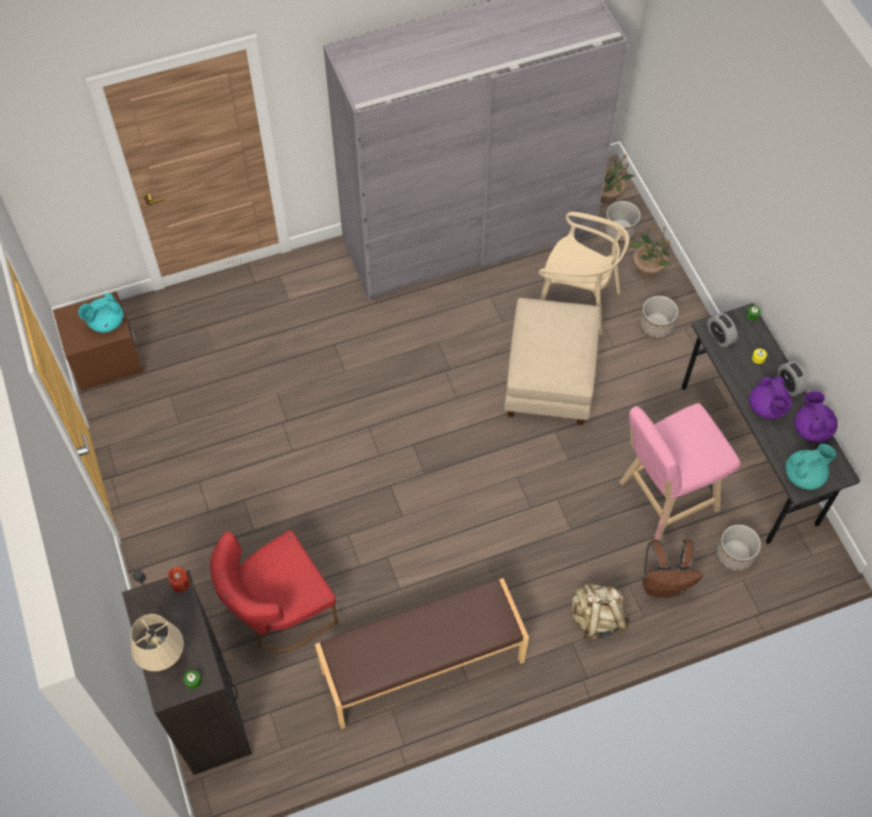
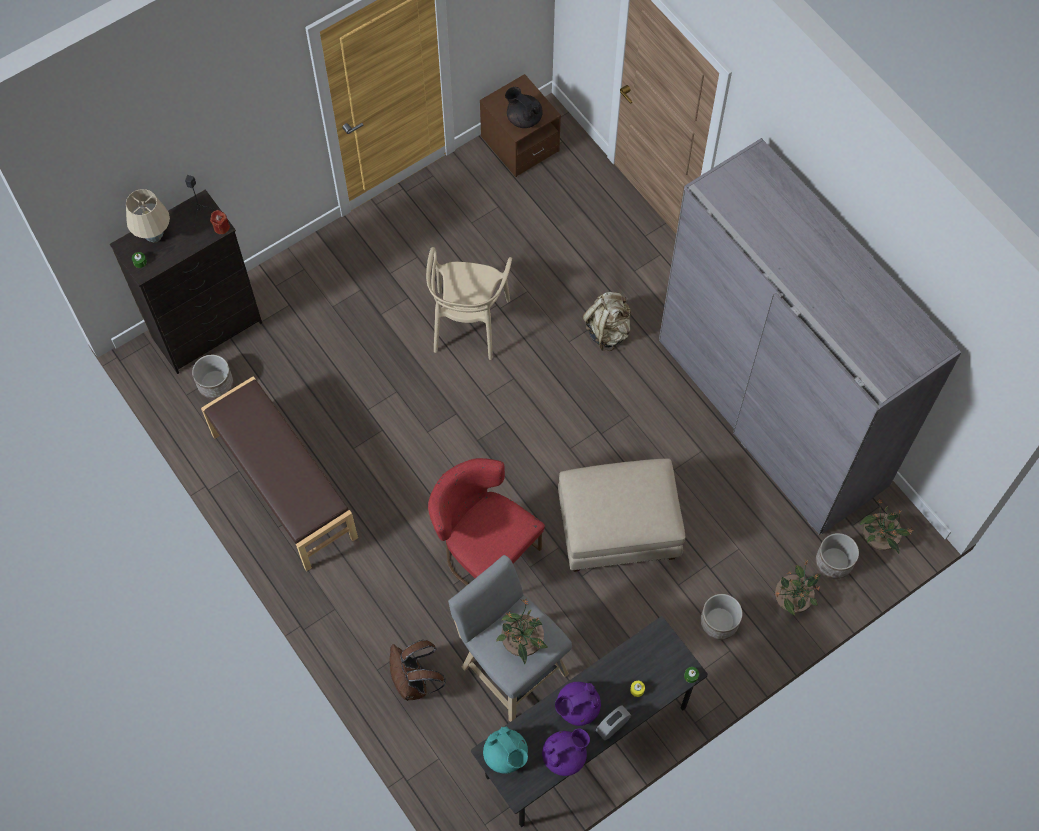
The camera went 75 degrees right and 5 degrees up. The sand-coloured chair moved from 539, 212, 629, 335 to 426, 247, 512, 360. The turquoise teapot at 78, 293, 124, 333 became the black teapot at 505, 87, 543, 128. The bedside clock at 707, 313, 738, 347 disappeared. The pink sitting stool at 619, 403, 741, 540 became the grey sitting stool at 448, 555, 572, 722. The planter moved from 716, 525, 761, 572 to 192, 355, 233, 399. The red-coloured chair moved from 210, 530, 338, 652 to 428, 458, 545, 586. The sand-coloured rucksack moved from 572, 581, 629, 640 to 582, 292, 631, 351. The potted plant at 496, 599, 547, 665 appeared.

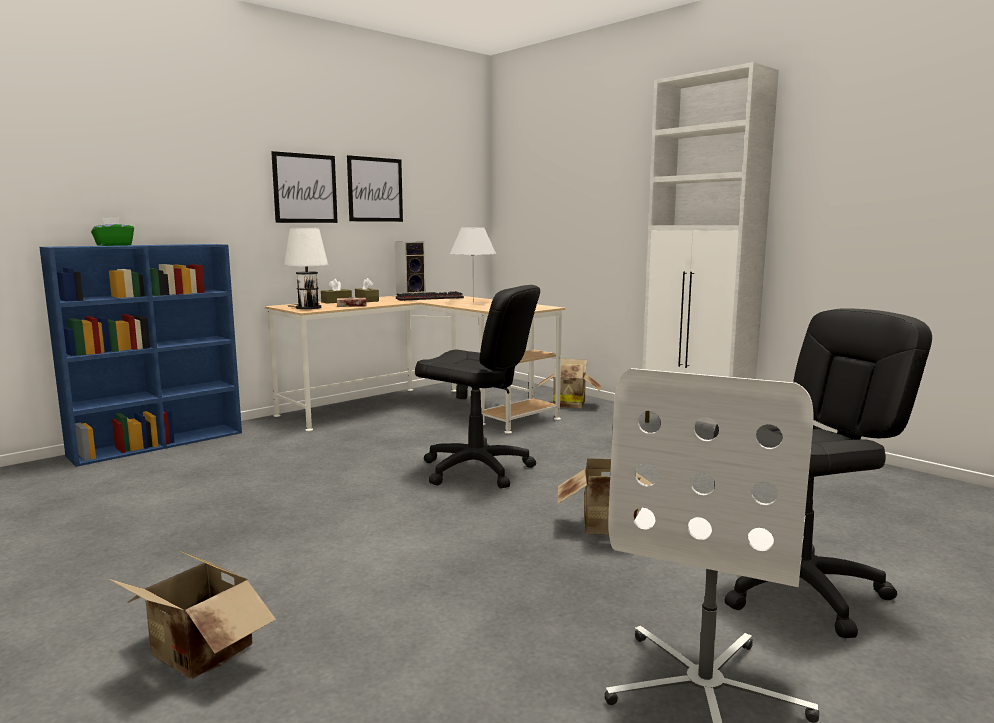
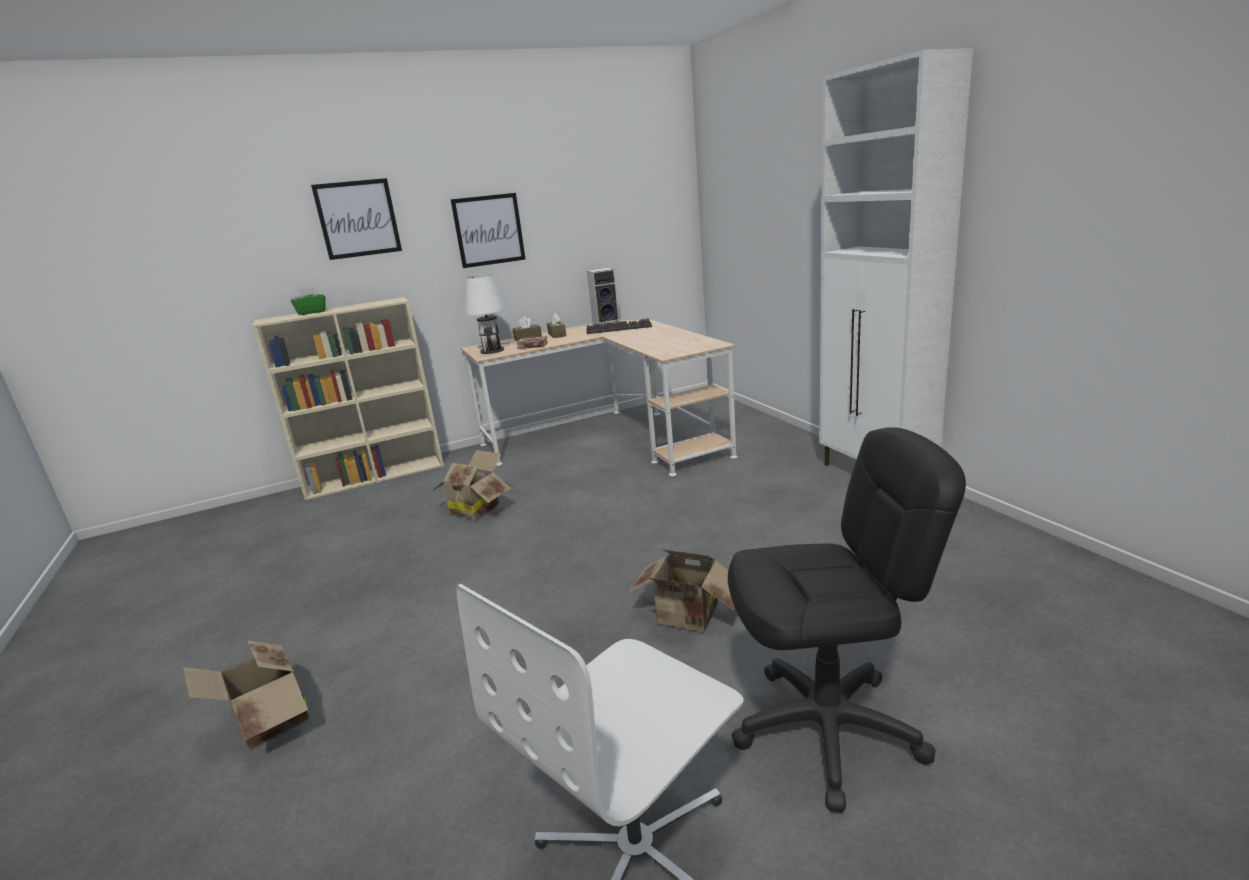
The camera went 20 degrees right and 10 degrees up. The wall picture moved from 347, 155, 403, 222 to 311, 178, 402, 260. The white-coloured table lamp at 450, 227, 496, 303 disappeared. The blue shelving unit at 39, 244, 242, 467 became the sand-coloured shelving unit at 252, 297, 444, 500. The black desk chair at 415, 285, 540, 489 disappeared. The packing box moved from 537, 359, 602, 408 to 432, 450, 510, 520.

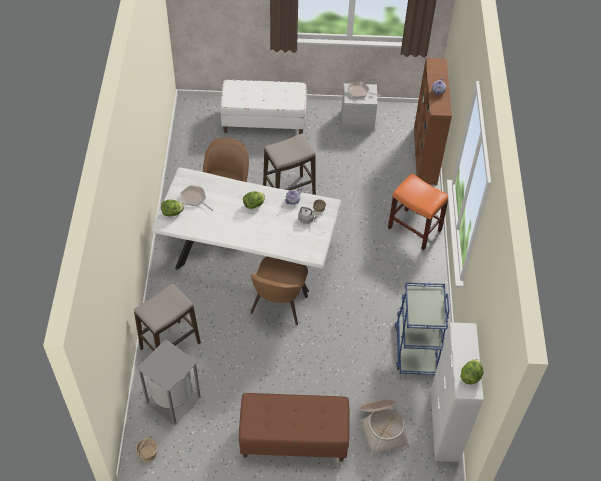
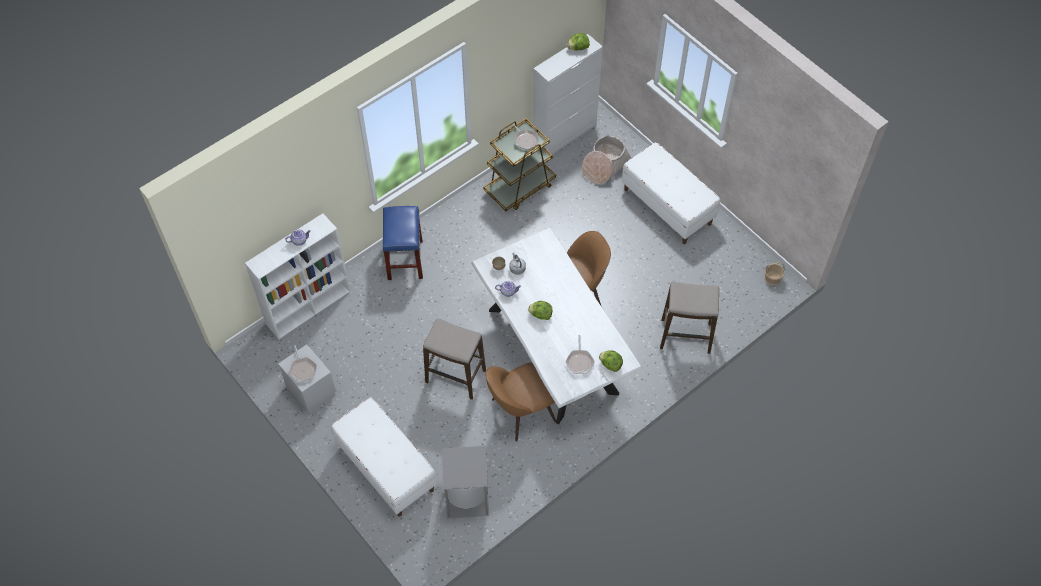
The camera went 130 degrees left and 5 degrees up. The brown shelving unit at 414, 58, 452, 185 became the white-coloured shelving unit at 245, 213, 351, 339. The orangey sitting stool at 388, 173, 448, 250 became the blue sitting stool at 383, 206, 423, 280. The blue cart at 395, 282, 449, 375 became the brown cart at 484, 118, 556, 211. The grey rubbish bin moved from 137, 339, 202, 426 to 441, 446, 489, 519. The brown indoor bench at 239, 393, 349, 461 became the white-coloured indoor bench at 622, 142, 720, 244. The frying pan at 511, 121, 539, 150 appeared.

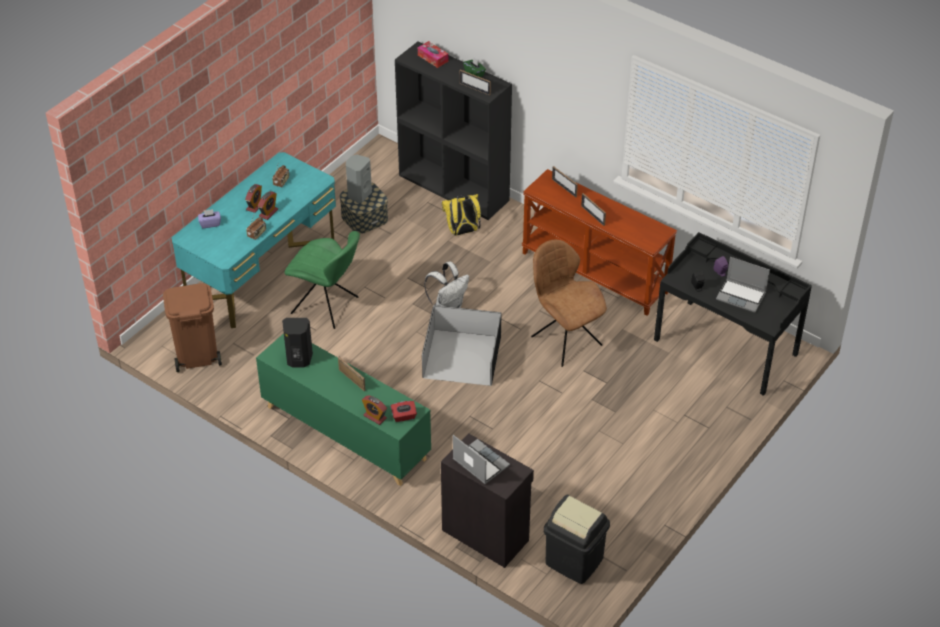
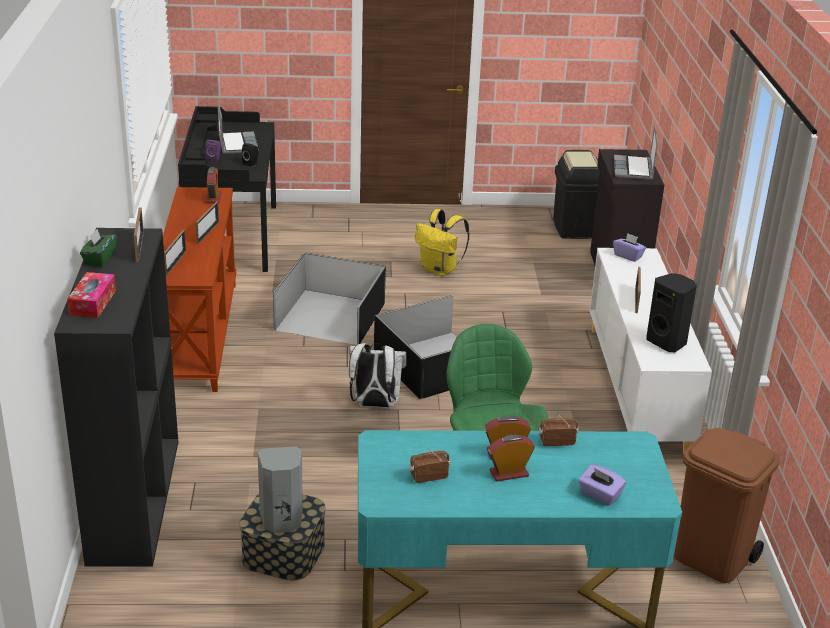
The camera went 130 degrees left and 15 degrees down. The yellowish rucksack moved from 441, 194, 481, 235 to 415, 209, 469, 276. The brown chair at 531, 240, 607, 367 was replaced by the black storage bin at 273, 253, 386, 345. The green-coloured cabinet at 256, 333, 431, 486 became the white-coloured cabinet at 590, 248, 712, 454. The bedside clock moved from 362, 396, 387, 425 to 205, 167, 222, 203. The red-coloured tissue holder at 390, 401, 417, 422 became the purple tissue holder at 613, 233, 646, 262.

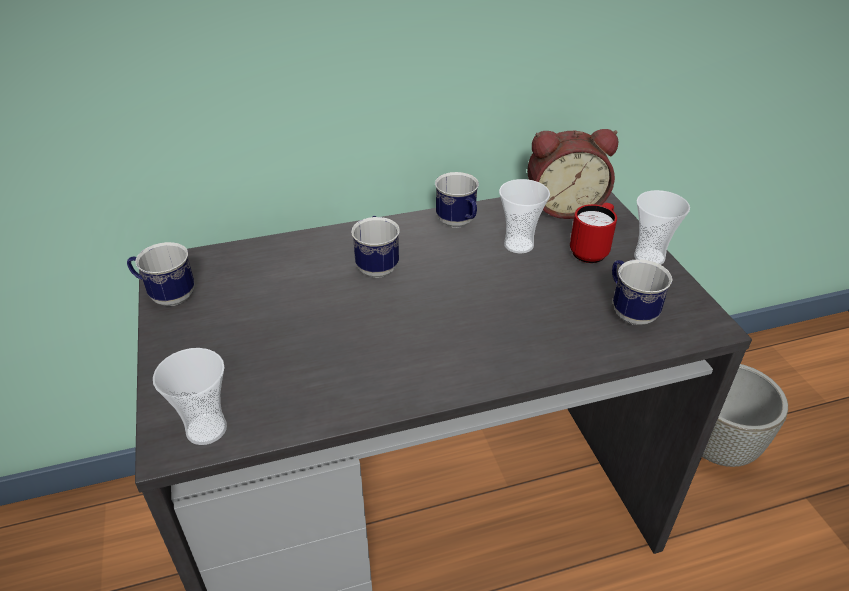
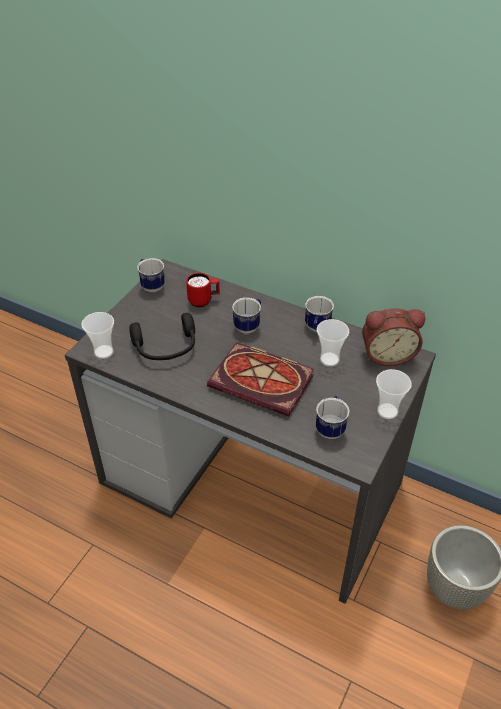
The camera went 45 degrees right and 5 degrees up. The bedside clock at 527, 129, 618, 219 turned 45 degrees counterclockwise. The red-coloured tea mug moved from 570, 203, 617, 263 to 186, 273, 220, 307. The black headphones at 129, 313, 195, 360 appeared. The bound book at 207, 342, 314, 417 appeared.

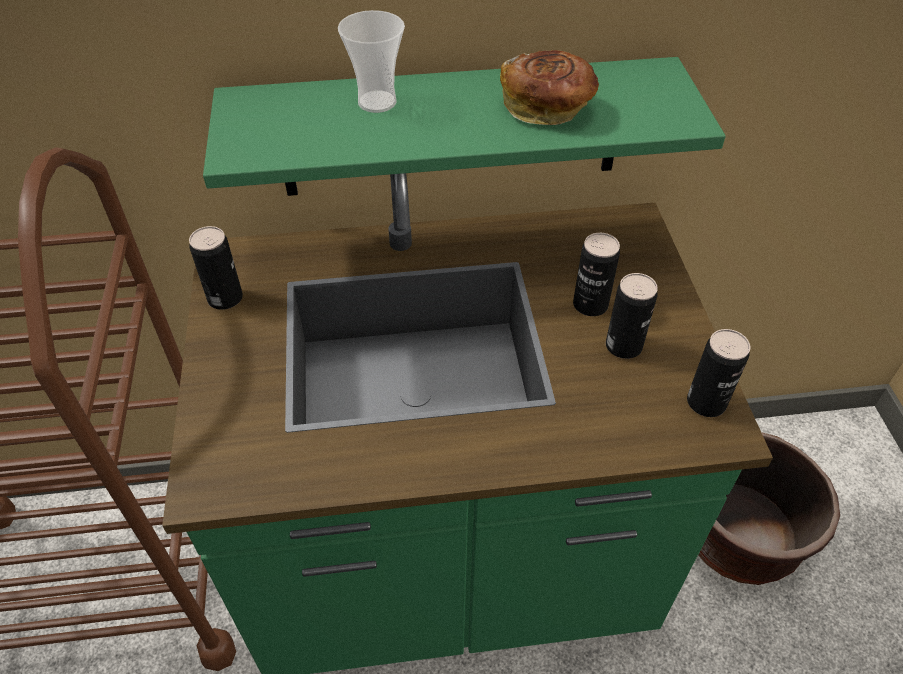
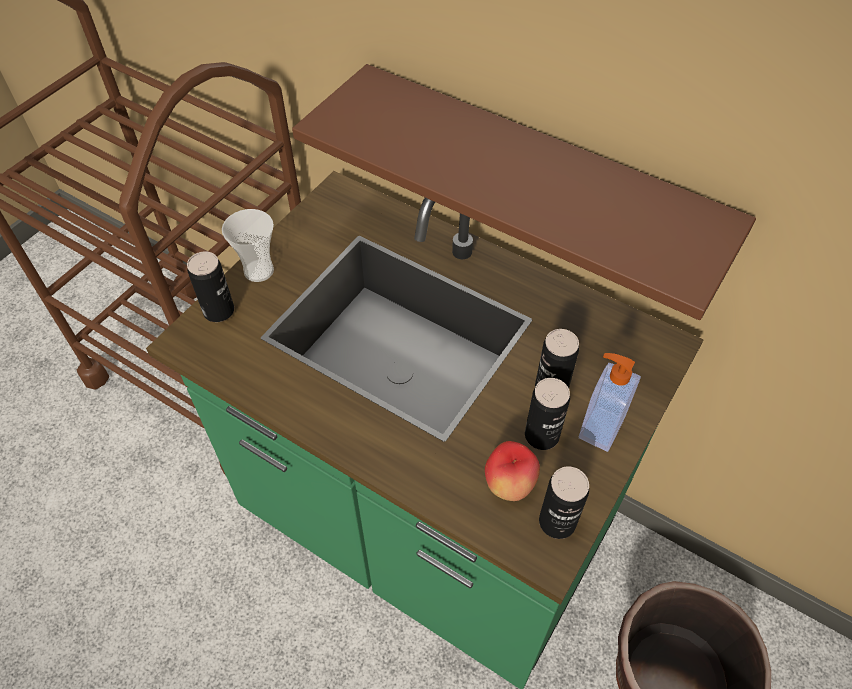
The camera went 40 degrees right and 5 degrees up. The cup moved from 338, 10, 405, 113 to 222, 209, 274, 282. The baked bread at 500, 50, 599, 125 disappeared. The green-coloured wall shelf at 203, 57, 726, 196 became the brown wall shelf at 292, 64, 756, 320. The sealed can moved from 189, 226, 243, 310 to 187, 251, 234, 322. The liquid soap bottle at 579, 353, 641, 452 appeared. The apple fruit at 485, 441, 540, 501 appeared.

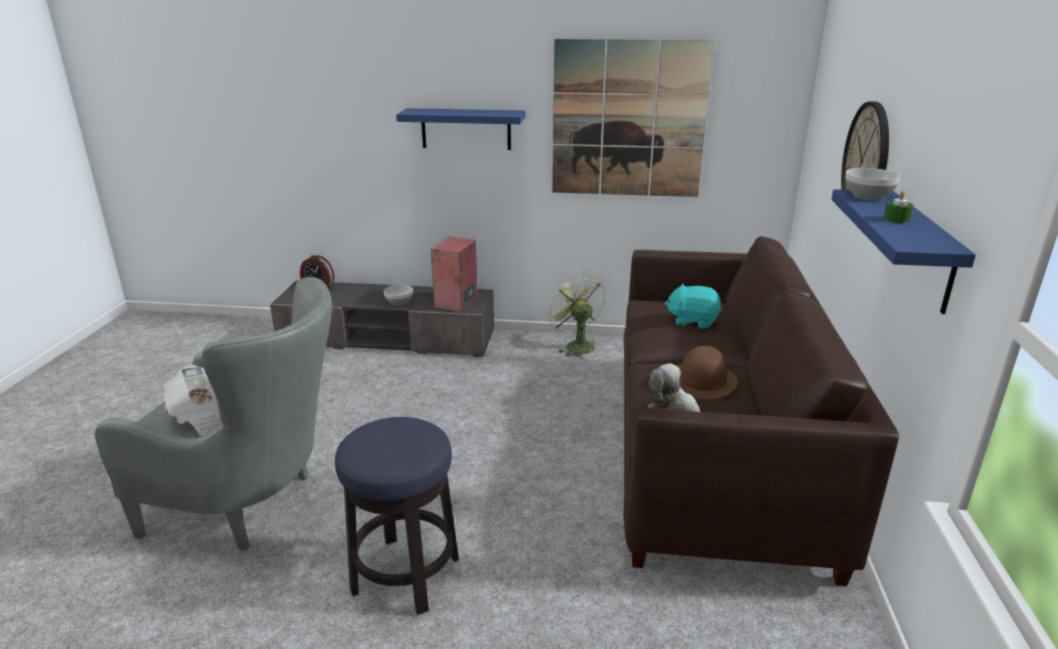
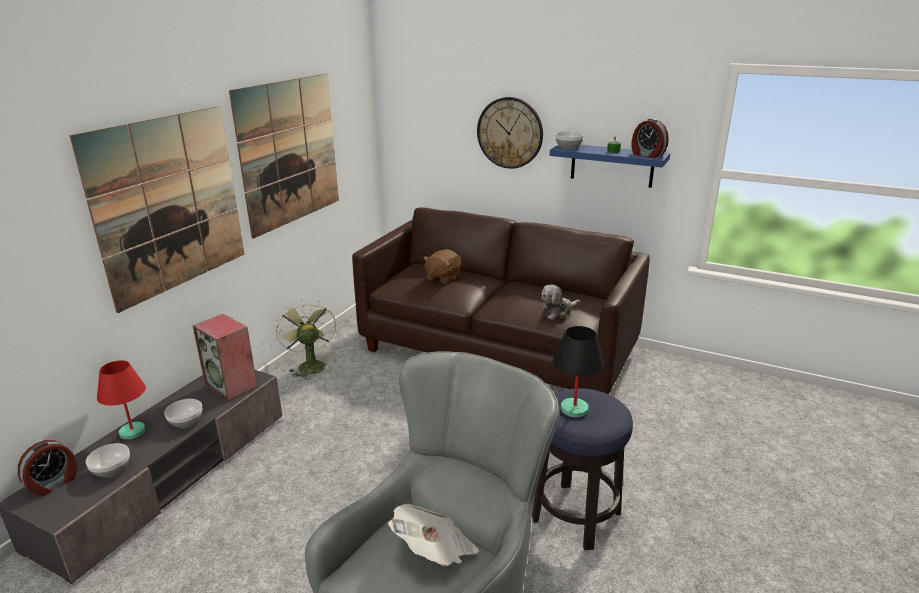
The camera went 70 degrees left and 0 degrees up. The blue wall shelf at 396, 108, 525, 150 was replaced by the wall picture at 69, 106, 245, 313. The green-coloured cooling fan at 546, 274, 605, 359 turned 75 degrees clockwise. The turquoise plush toy at 664, 284, 722, 329 became the brown plush toy at 423, 249, 461, 284. The brown wearable hat at 677, 346, 738, 399 disappeared. The bedside clock at 632, 118, 669, 158 appeared. The black table lamp at 553, 326, 604, 417 appeared. The red-coloured table lamp at 97, 360, 146, 440 appeared. The deep dish at 86, 443, 130, 477 appeared.

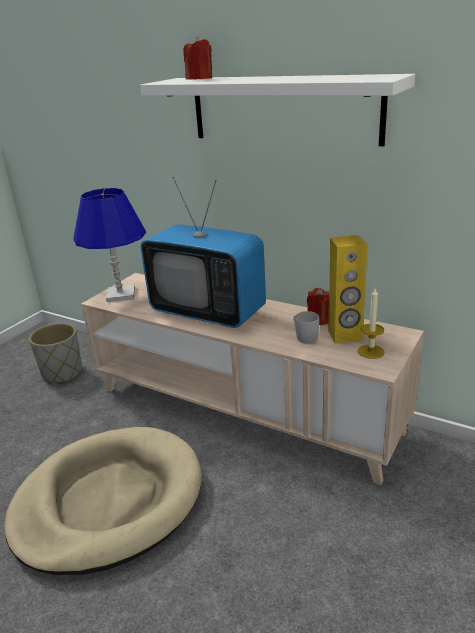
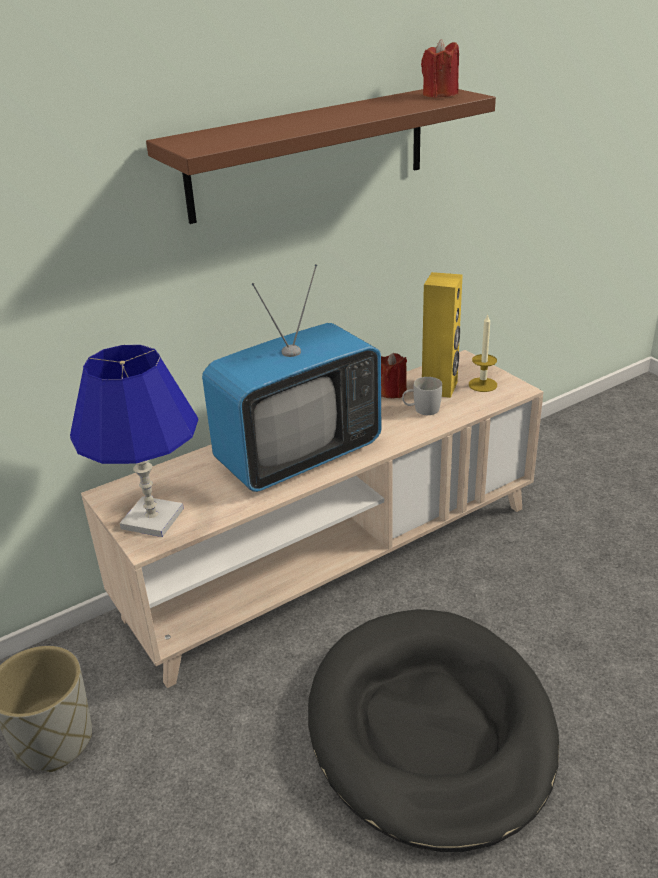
The camera went 65 degrees left and 5 degrees up. The red-coloured wax light moved from 183, 36, 212, 80 to 421, 39, 459, 98. The white-coloured wall shelf at 140, 74, 415, 146 became the brown wall shelf at 146, 89, 496, 224. The sand-coloured dog cushion at 4, 427, 202, 575 became the black dog cushion at 308, 609, 559, 852.

